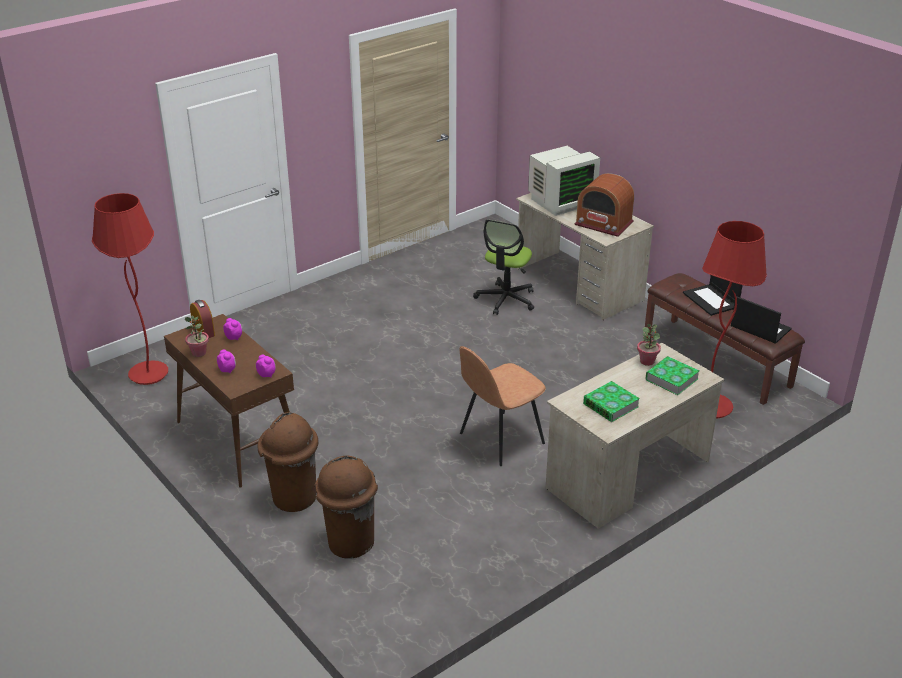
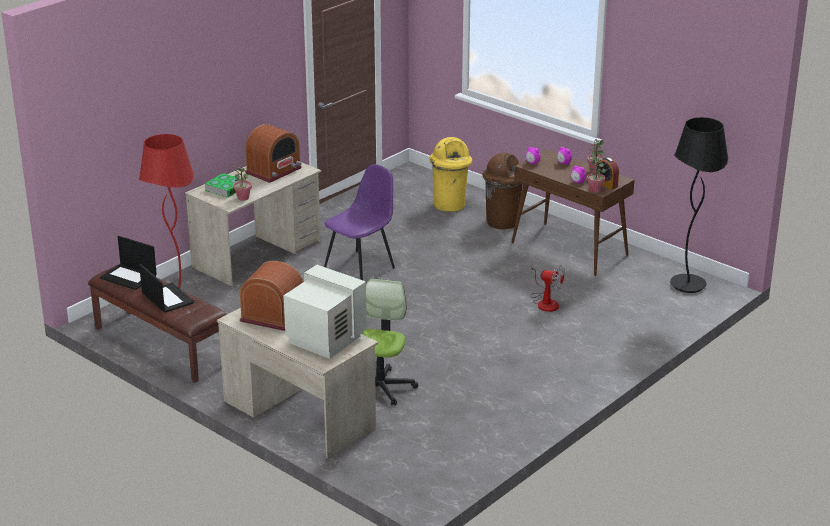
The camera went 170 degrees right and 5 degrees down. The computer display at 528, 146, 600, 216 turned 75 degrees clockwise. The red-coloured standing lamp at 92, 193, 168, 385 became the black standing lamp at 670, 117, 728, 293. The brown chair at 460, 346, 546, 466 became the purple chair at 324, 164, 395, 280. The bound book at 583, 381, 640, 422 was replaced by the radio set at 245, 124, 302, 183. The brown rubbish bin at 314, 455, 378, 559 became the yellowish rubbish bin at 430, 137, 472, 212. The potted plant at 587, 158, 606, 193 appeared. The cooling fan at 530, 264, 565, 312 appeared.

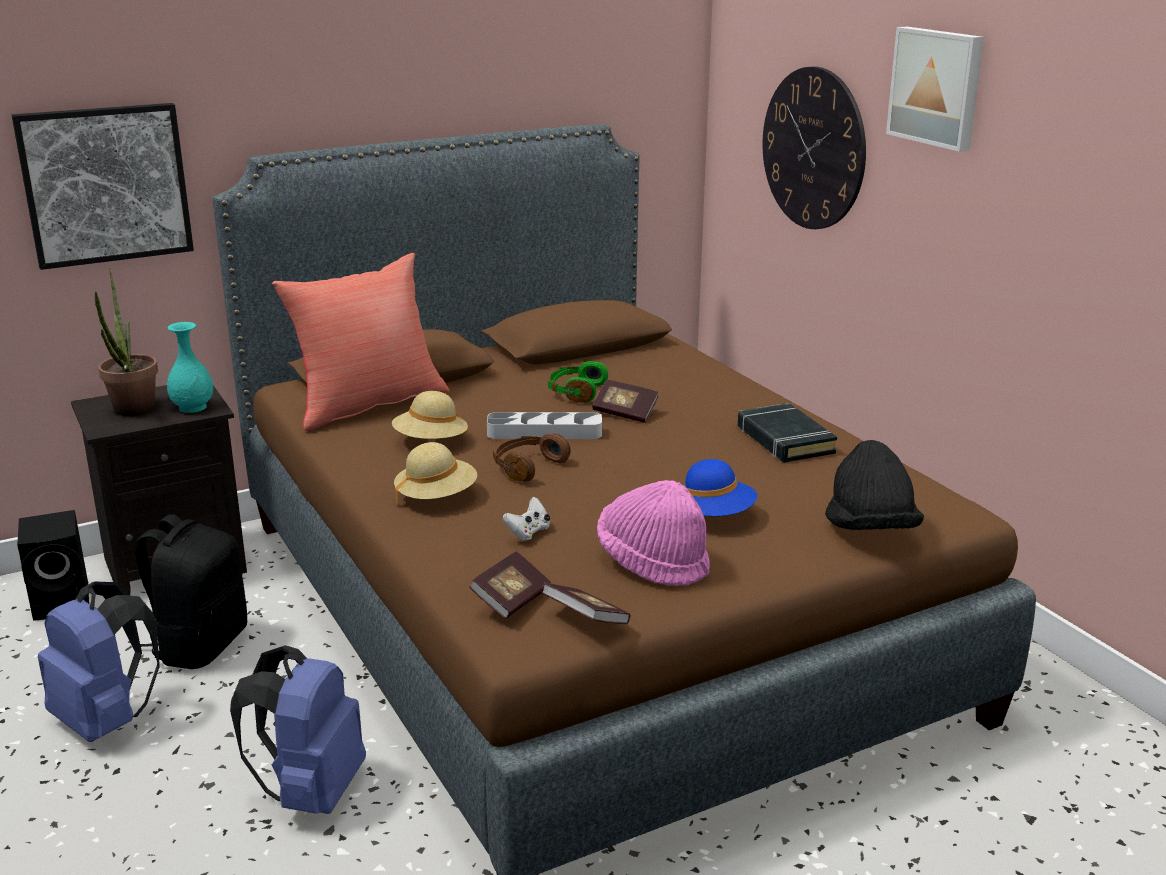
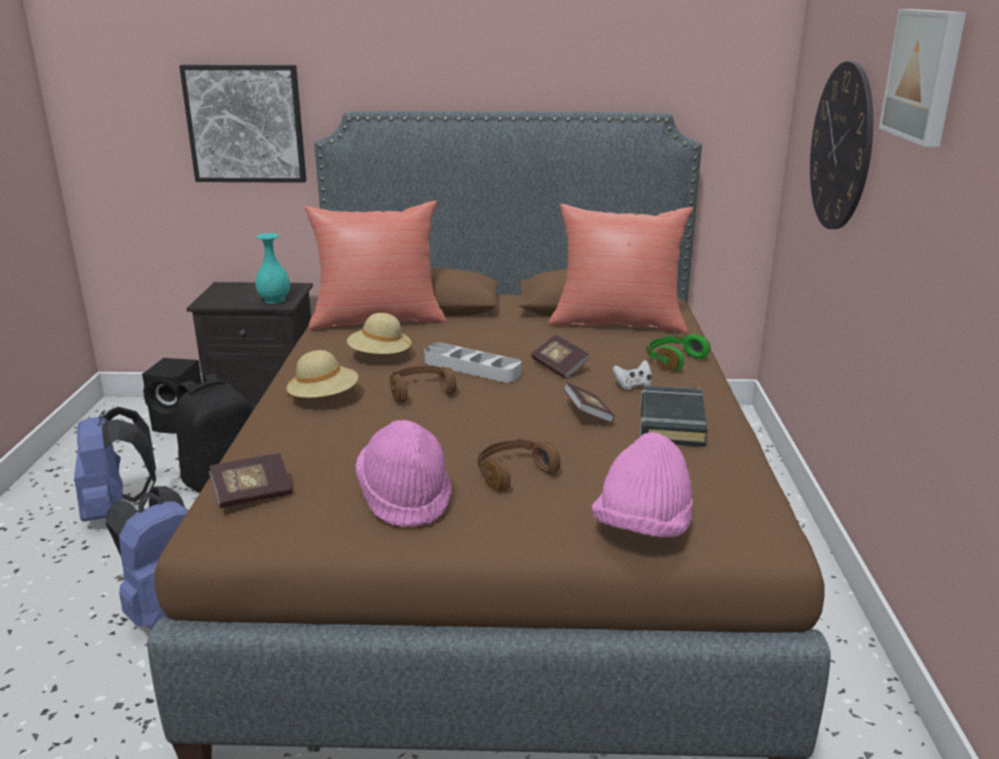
The camera went 30 degrees right and 0 degrees up. The potted plant at 95, 268, 158, 416 disappeared. The green-coloured headphones moved from 548, 361, 608, 403 to 646, 334, 710, 371. The black wearable hat at 825, 440, 924, 530 became the pink wearable hat at 592, 432, 693, 537. The blue wearable hat at 684, 459, 757, 516 was replaced by the brown headphones at 477, 439, 560, 491. The white-coloured game controller moved from 503, 497, 550, 541 to 612, 360, 652, 390. The bound book moved from 541, 583, 630, 624 to 563, 382, 615, 423. The red-coloured cushion at 549, 204, 693, 333 appeared.

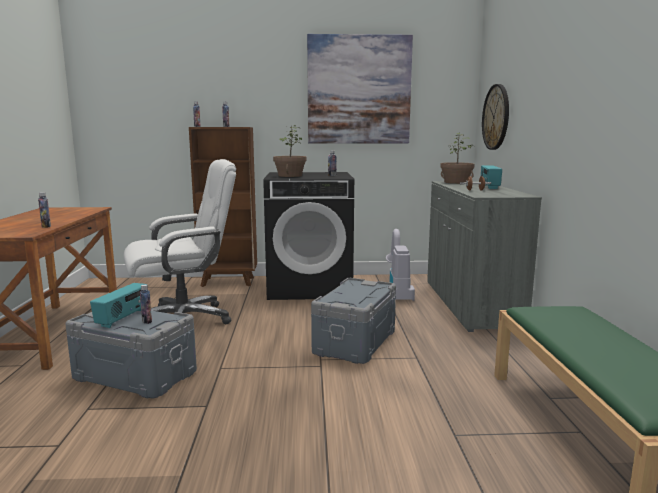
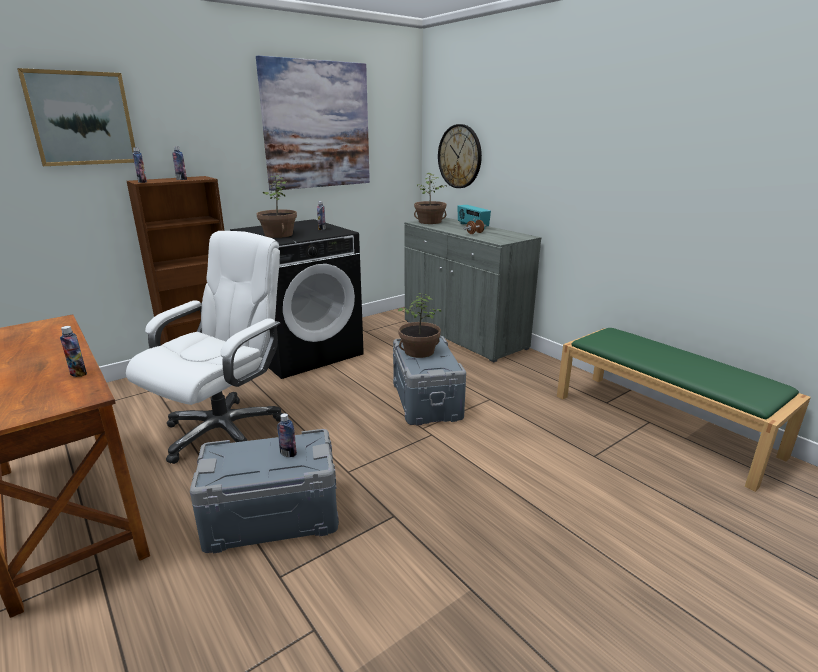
The camera went 35 degrees left and 10 degrees up. The vacuum cleaner at 386, 229, 415, 301 disappeared. The radio set at 90, 283, 148, 328 disappeared. The wall picture at 17, 68, 135, 166 appeared. The potted plant at 398, 293, 441, 358 appeared.

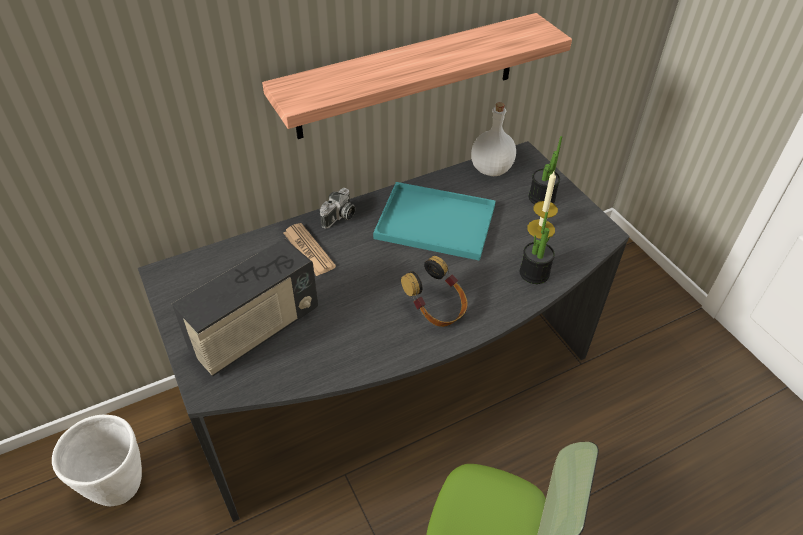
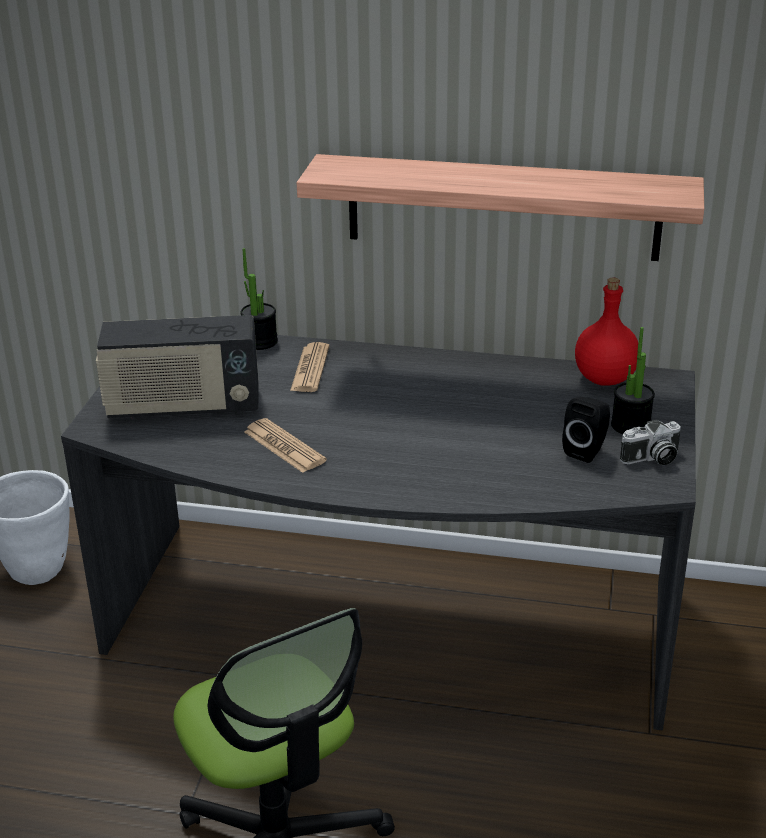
The camera went 40 degrees right and 15 degrees down. The white-coloured drink bottle at 471, 102, 516, 176 became the red-coloured drink bottle at 575, 278, 638, 386. The wax light at 527, 171, 558, 239 was replaced by the black speaker at 562, 397, 610, 463. The turquoise serving tray at 373, 182, 496, 261 disappeared. The photo camera moved from 320, 188, 355, 229 to 620, 420, 681, 465. The potted plant moved from 520, 212, 555, 284 to 240, 248, 278, 350. The headphones at 401, 256, 468, 327 disappeared. The newspaper at 244, 418, 327, 473 appeared.

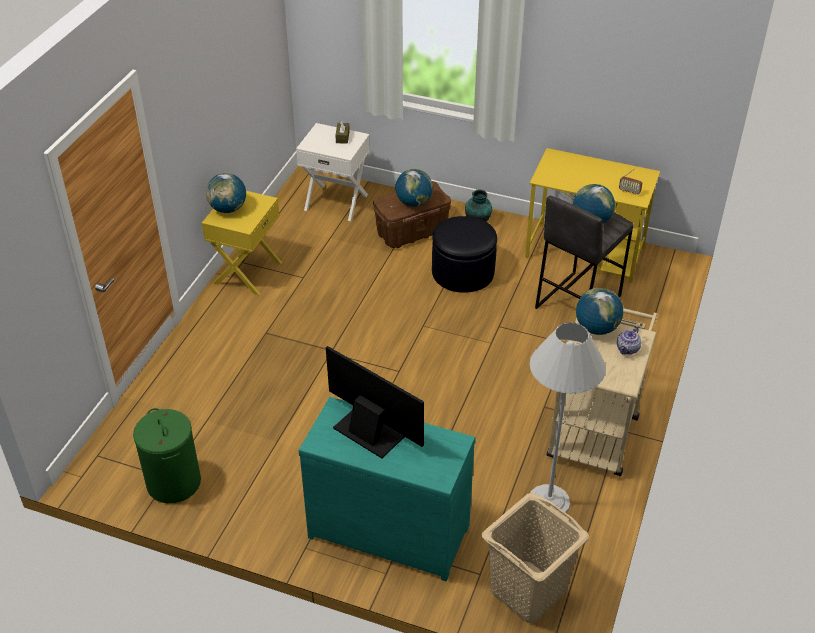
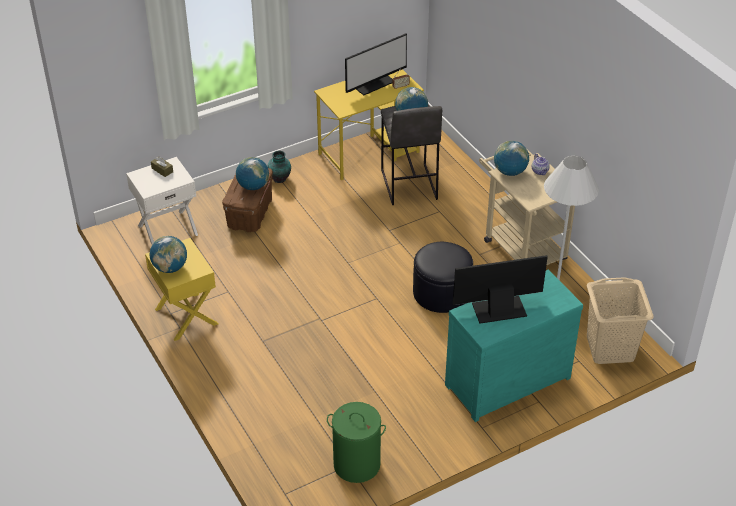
The camera went 50 degrees left and 0 degrees up. The black footrest moved from 432, 216, 497, 293 to 413, 242, 473, 313. The computer display at 345, 33, 407, 95 appeared.

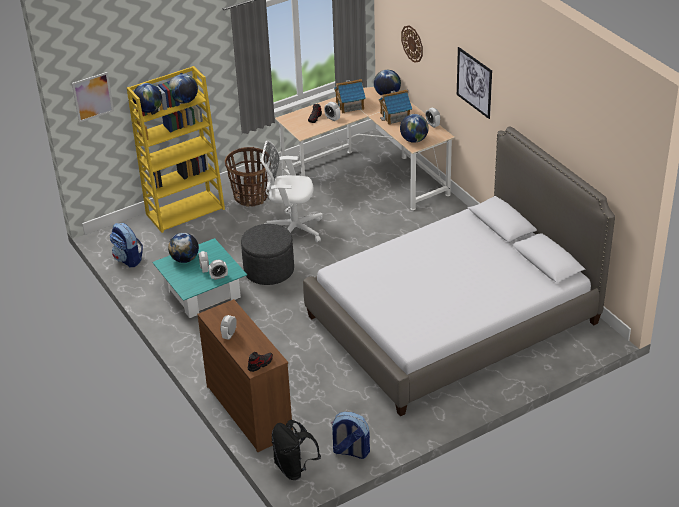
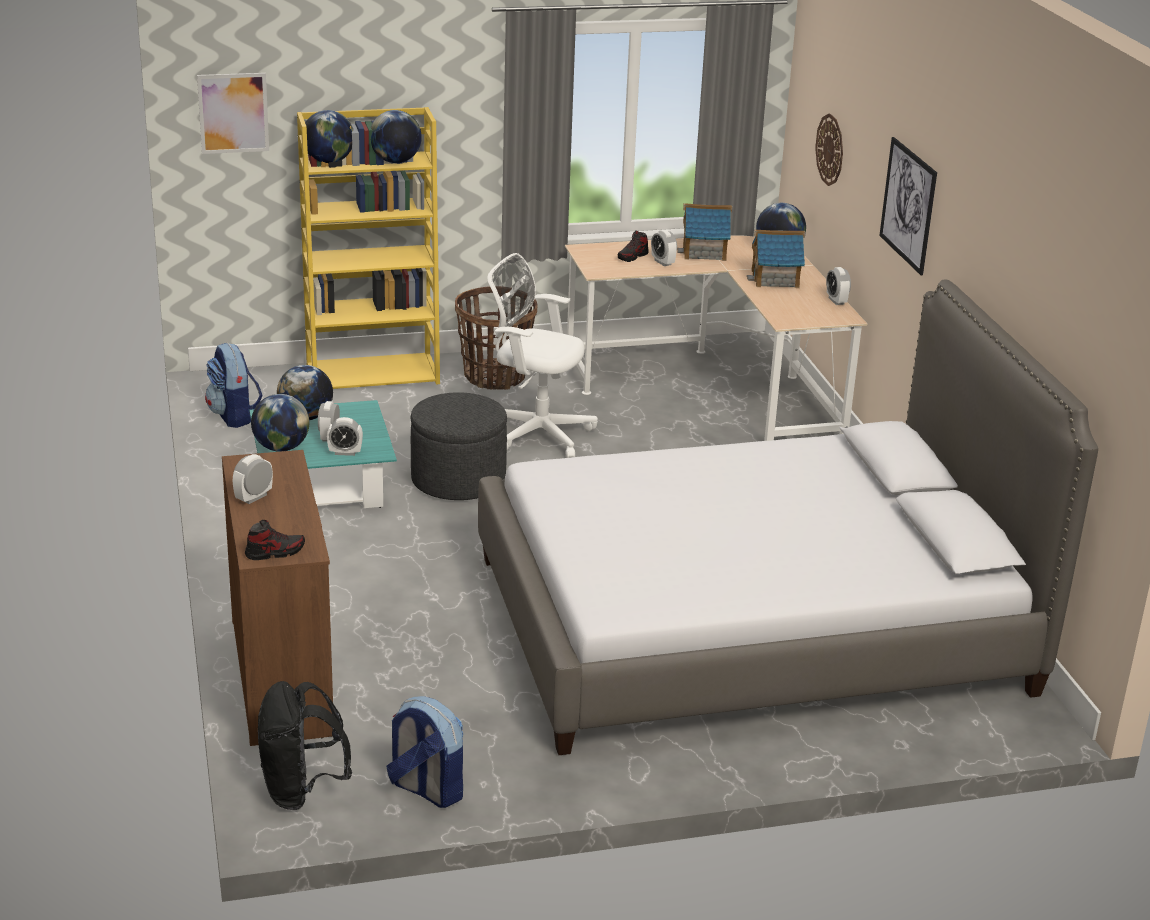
The camera went 15 degrees right and 10 degrees down. The world globe moved from 400, 114, 429, 143 to 251, 394, 309, 452.

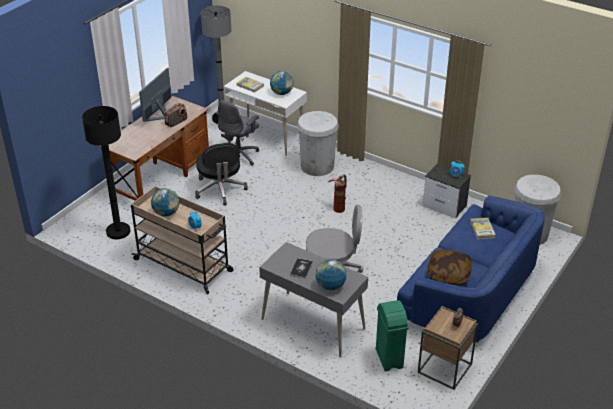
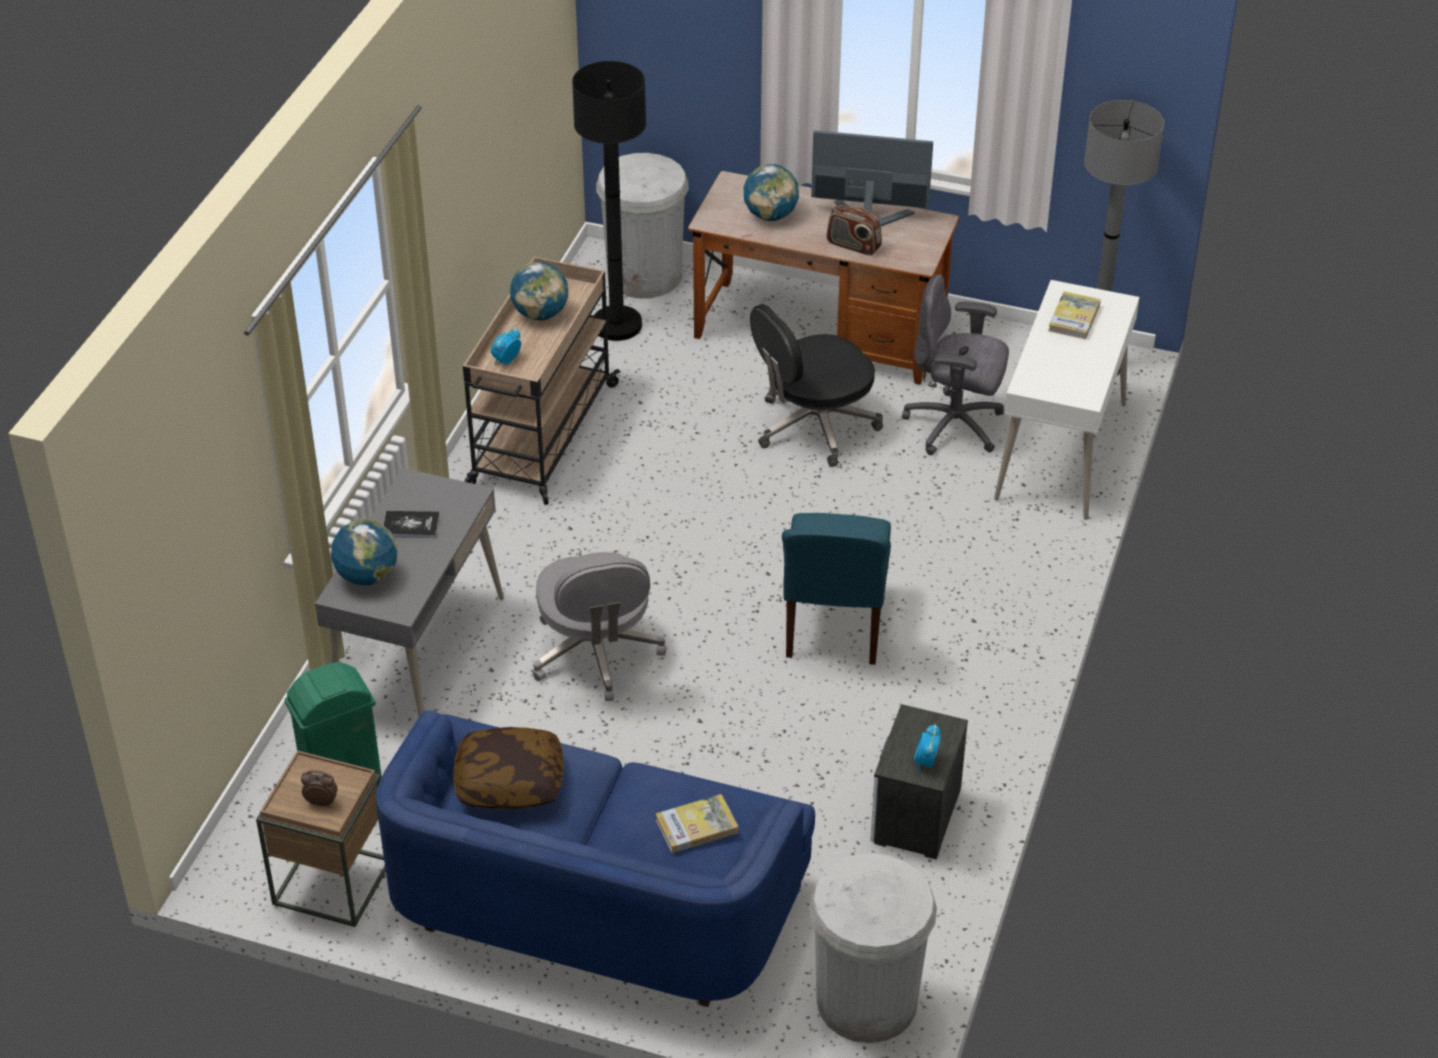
The camera went 75 degrees right and 5 degrees up. The world globe moved from 270, 71, 294, 95 to 743, 164, 799, 221. The white-coloured rubbish bin moved from 297, 111, 339, 176 to 596, 153, 689, 299. The fire extinguisher at 328, 175, 347, 213 was replaced by the blue chair at 782, 513, 891, 665.

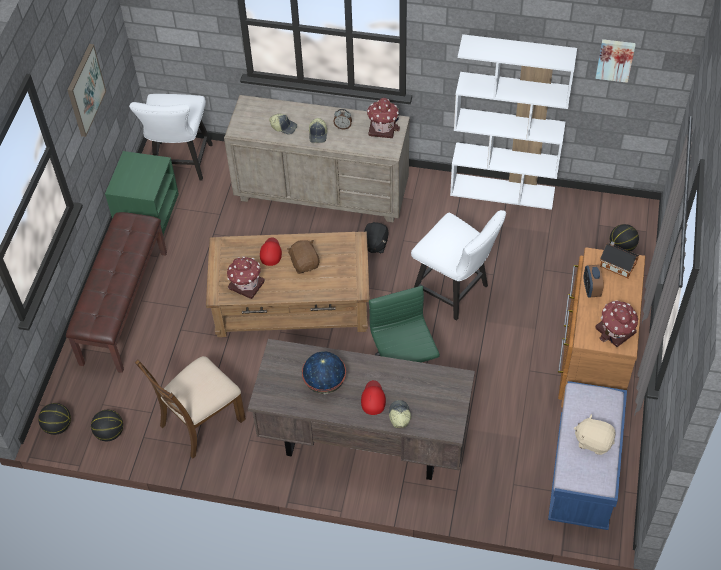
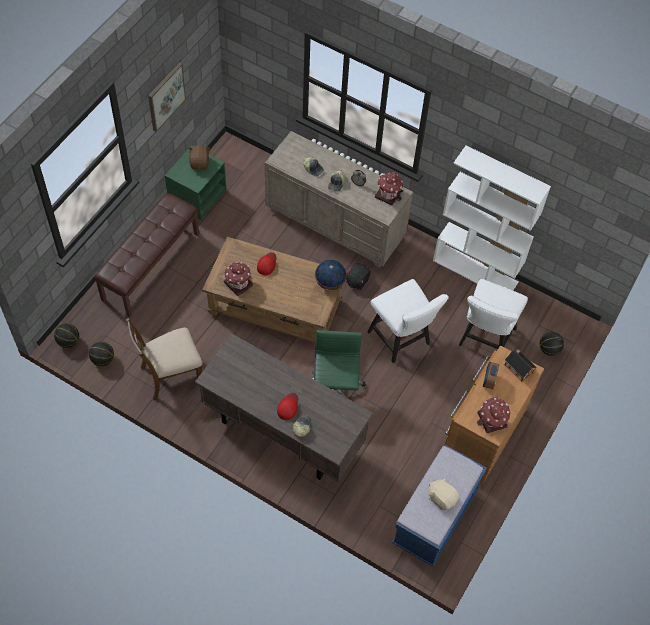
The camera went 15 degrees right and 5 degrees up. The wall picture at 595, 39, 636, 83 disappeared. The white-coloured chair moved from 129, 94, 213, 181 to 459, 279, 528, 349. The brown plush toy moved from 287, 240, 319, 274 to 188, 145, 210, 169. The world globe moved from 302, 351, 346, 394 to 315, 260, 347, 291.

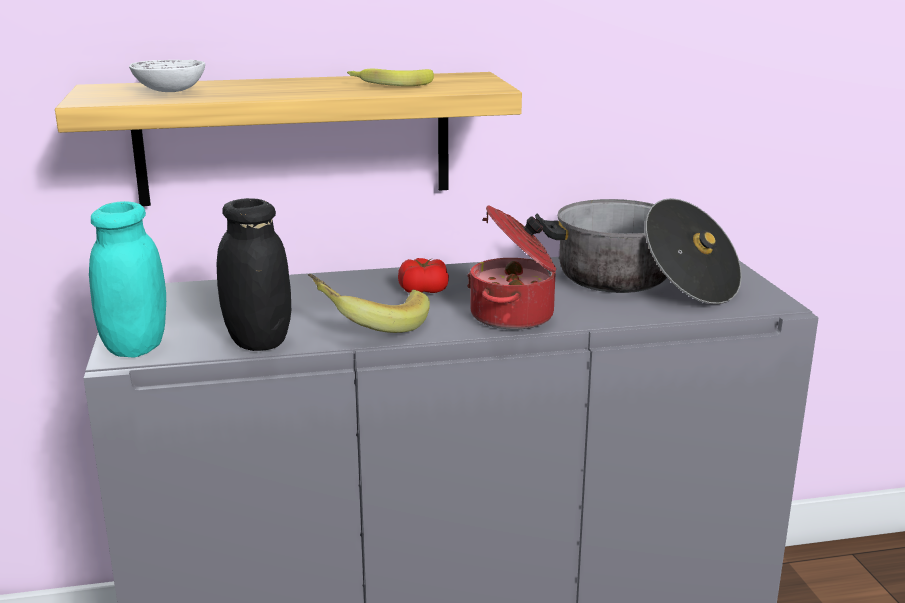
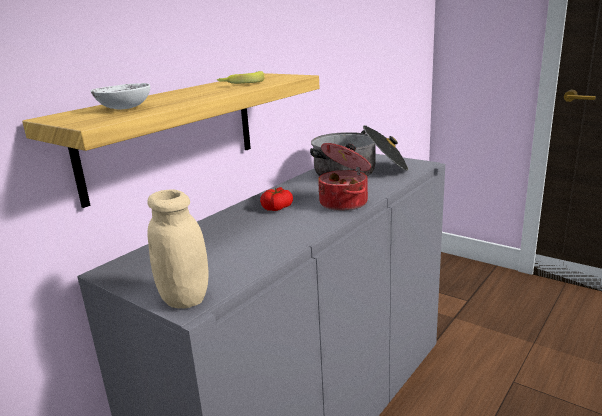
The camera went 40 degrees left and 0 degrees up. The black jar at 217, 198, 291, 351 disappeared. The turquoise jar at 89, 201, 166, 358 became the sand-coloured jar at 147, 189, 209, 308. The banana fruit at 308, 274, 430, 333 disappeared.

